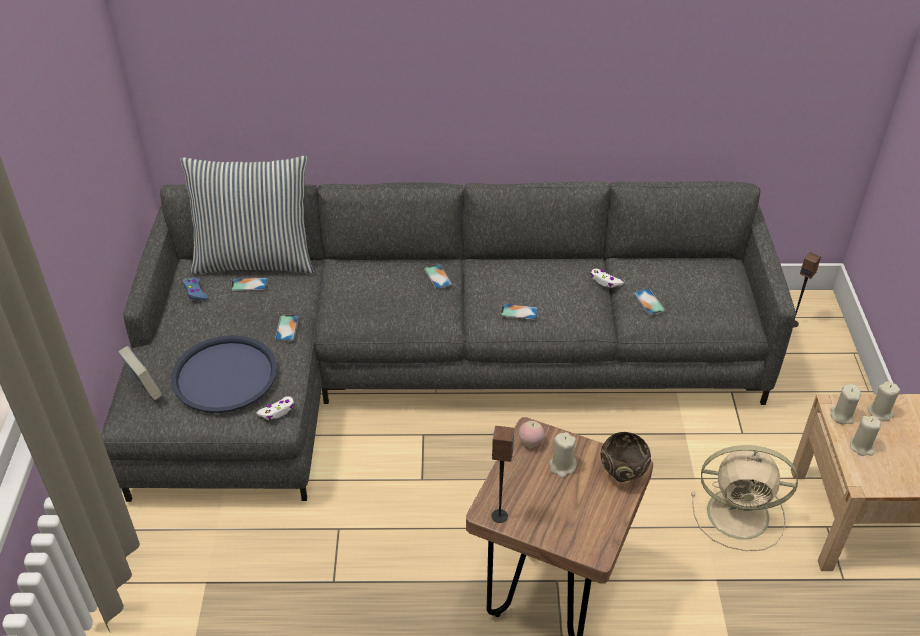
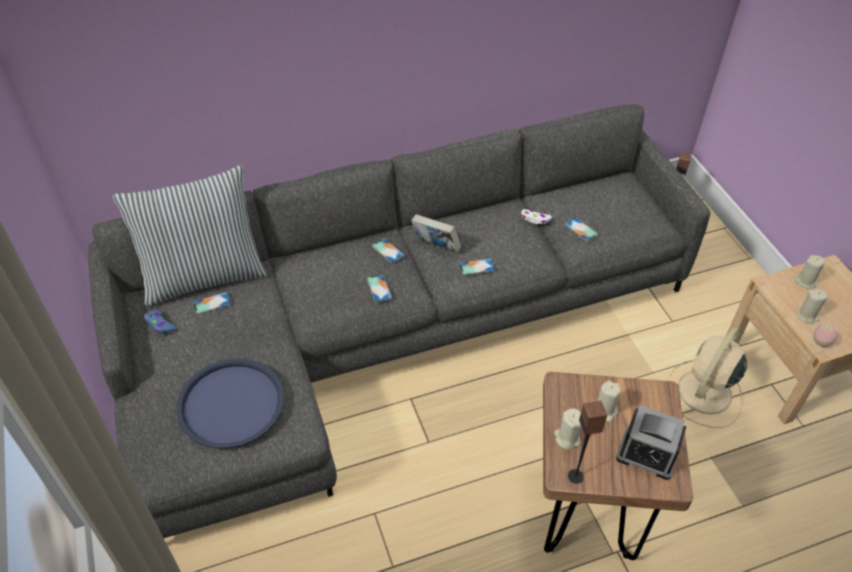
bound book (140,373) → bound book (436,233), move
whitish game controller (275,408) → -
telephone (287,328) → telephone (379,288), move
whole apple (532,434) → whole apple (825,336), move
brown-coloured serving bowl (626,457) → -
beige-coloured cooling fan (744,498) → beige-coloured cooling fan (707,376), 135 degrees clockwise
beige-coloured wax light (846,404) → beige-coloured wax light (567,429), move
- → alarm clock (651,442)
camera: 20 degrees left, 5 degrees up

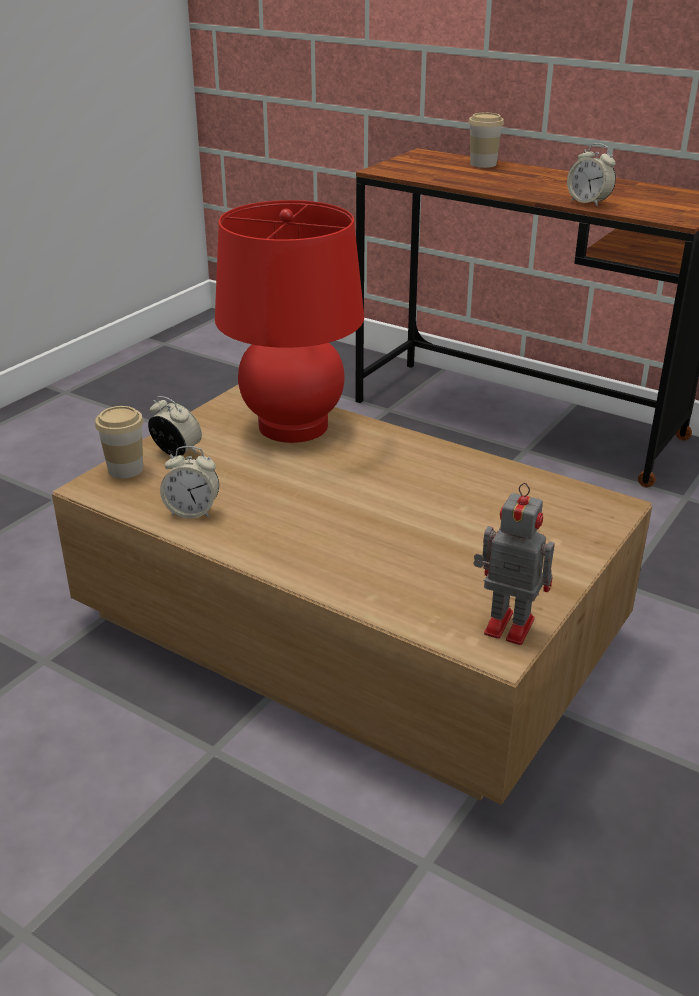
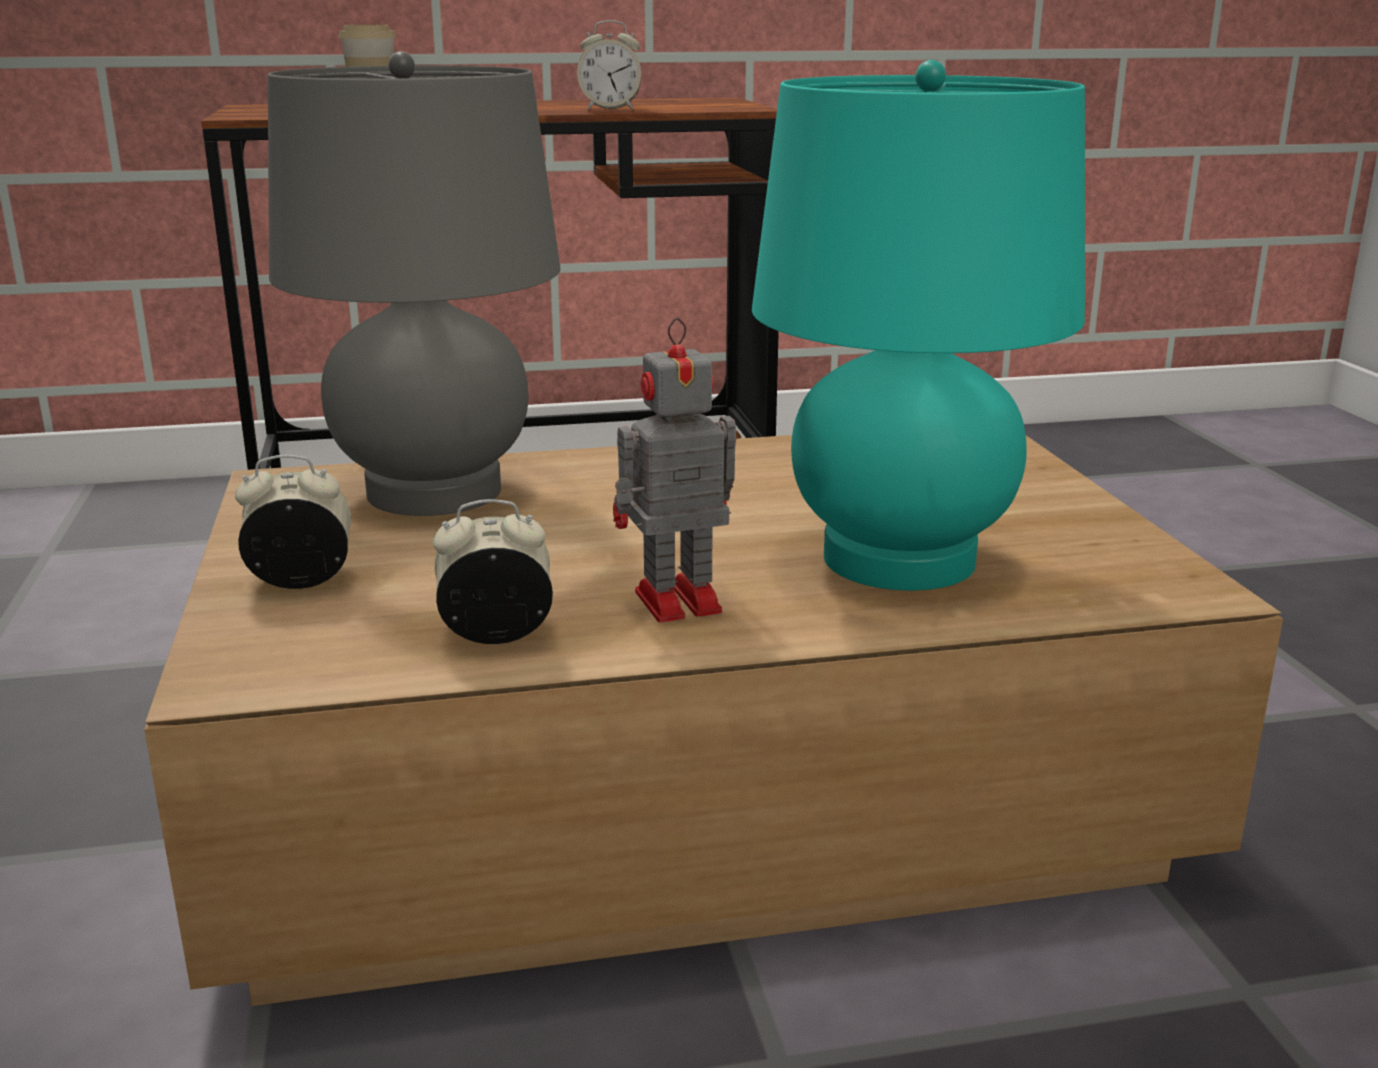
small cup (119,442) → -
alarm clock (189,482) → alarm clock (493,571), 150 degrees counterclockwise
red lamp for a table (289,321) → greyish lamp for a table (414,283)
robot figure (514,564) → robot figure (674,470), move
- → turquoise-coloured lamp for a table (918,325)
camera: 45 degrees left, 10 degrees down

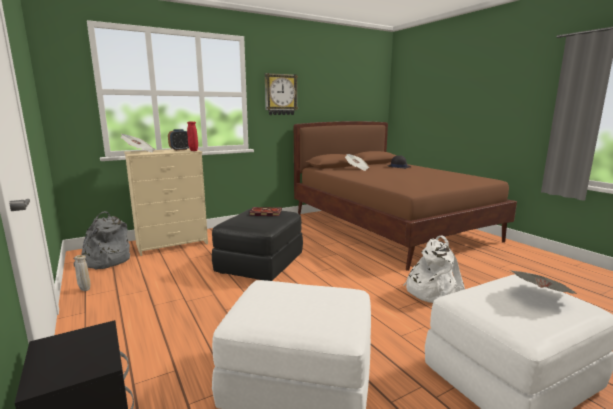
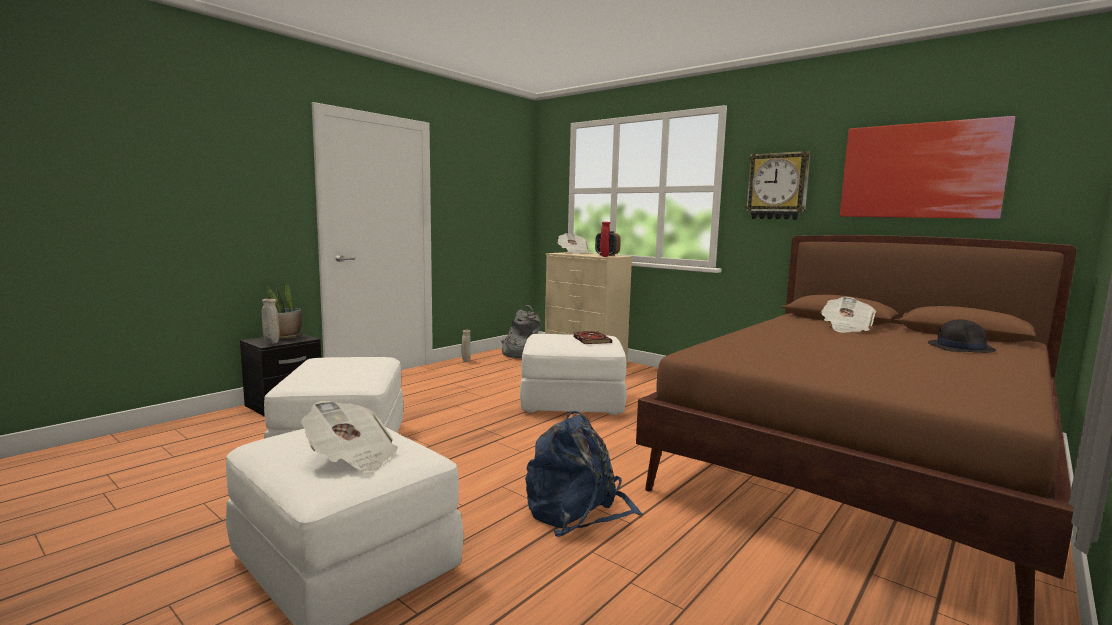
black-coloured footrest (257,244) → whitish footrest (573,374)
whitish knapsack (434,269) → blue-coloured knapsack (584,474)
- → beige-coloured decorative vase (271,321)
- → potted plant (284,310)
- → wall picture (927,167)
camera: 70 degrees right, 5 degrees down

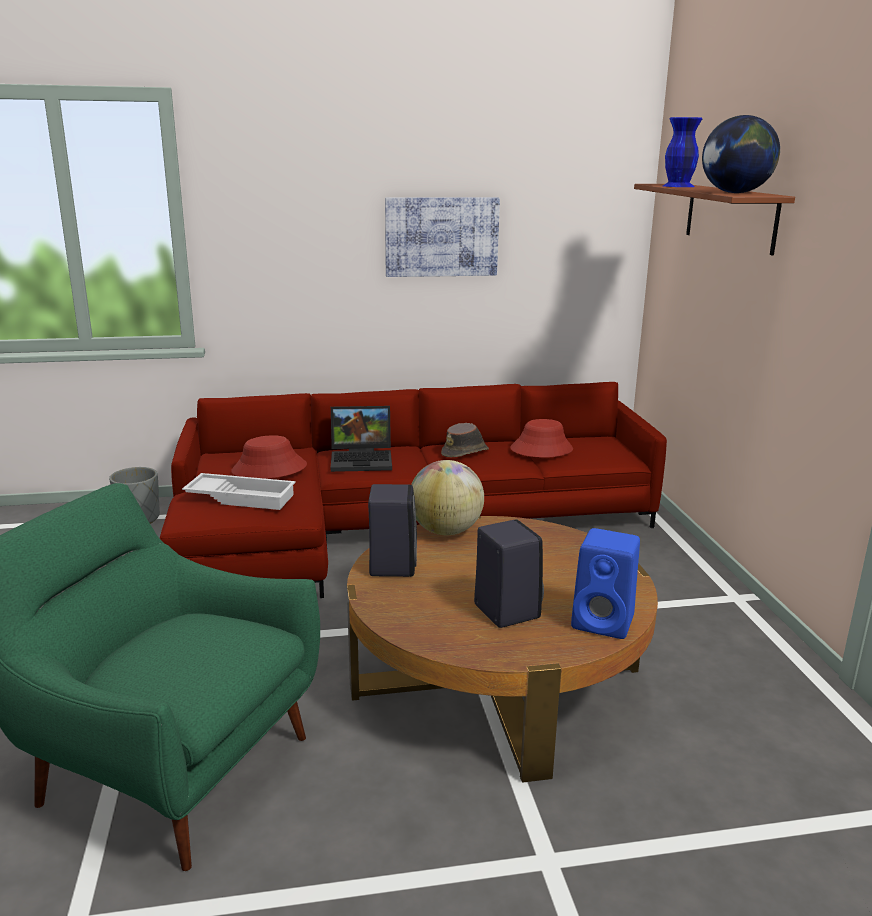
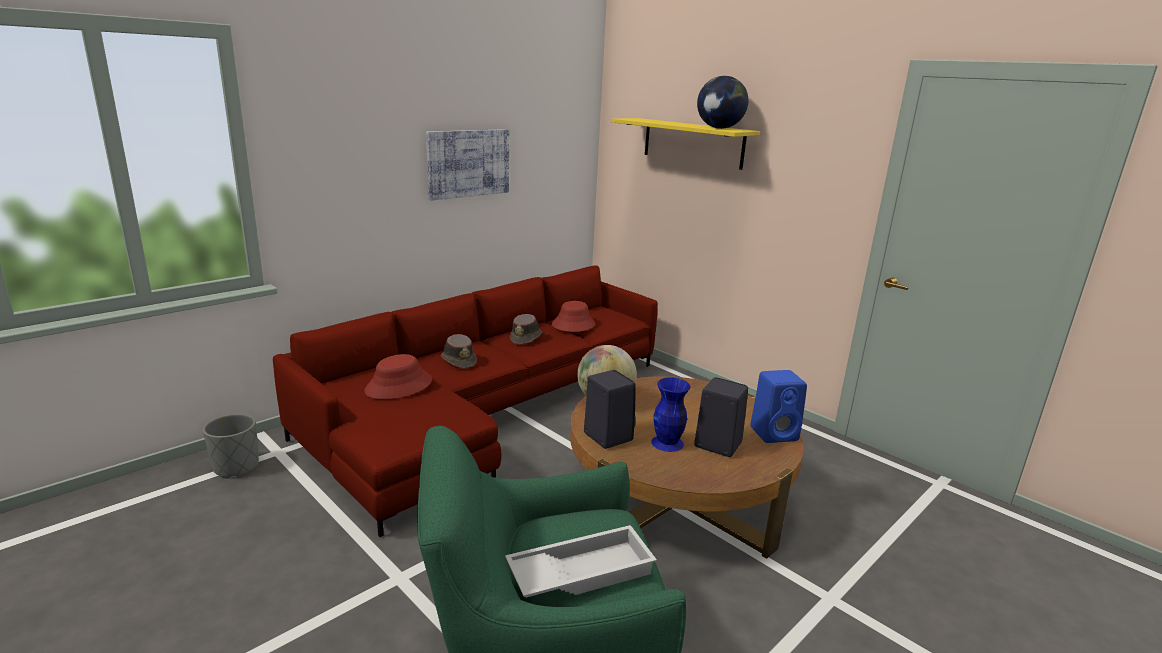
whitish tray (239,491) → whitish tray (581,561), move
laptop (361,439) → brown-coloured clothing hat (459,351)
brown-coloured bracket shelf (714,219) → yellow bracket shelf (686,144)
blue-coloured decorative vase (682,152) → blue-coloured decorative vase (670,414), move
camera: 35 degrees left, 0 degrees up

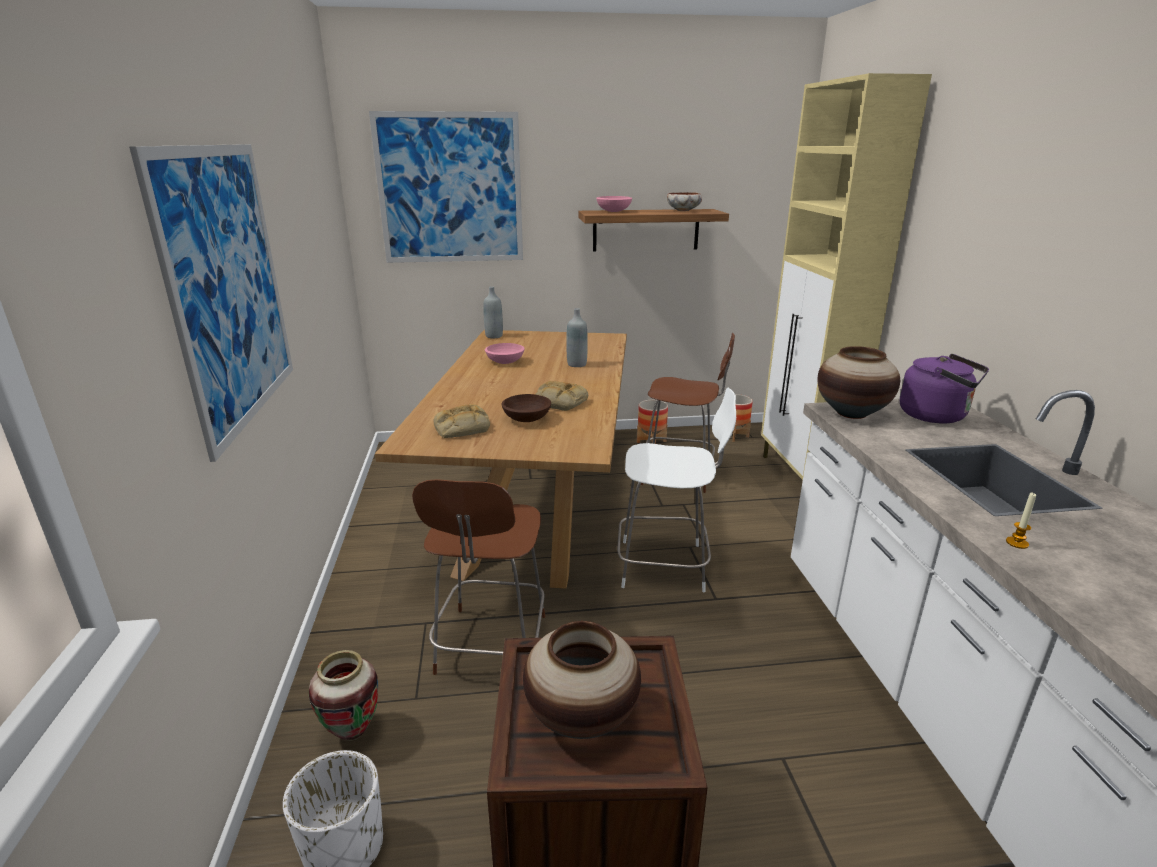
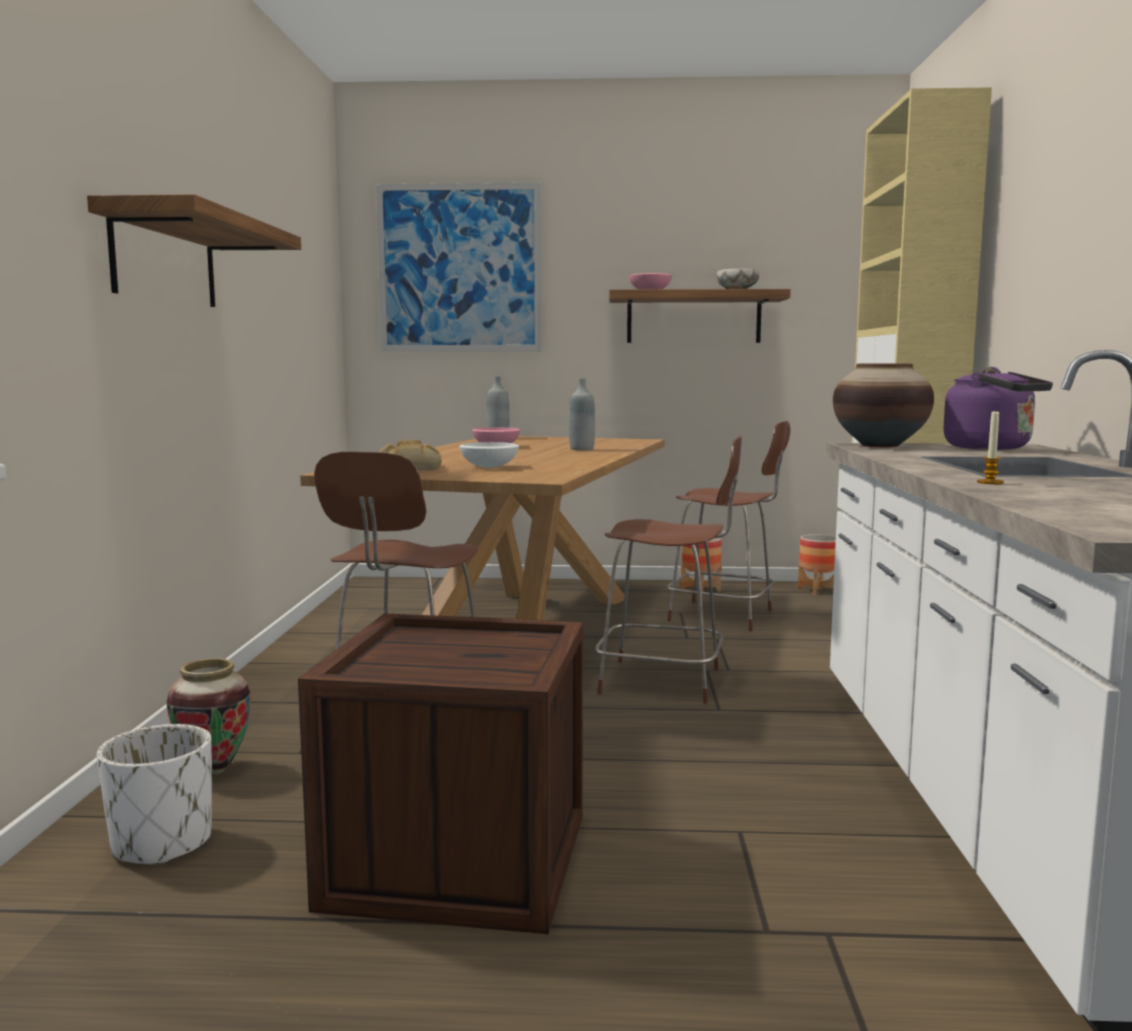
wall picture (211,303) → bracket shelf (194,250)
brown-coloured serving bowl (526,408) → whitish serving bowl (489,455)
decorative vase (582,680) → -
bread (561,396) → -
whitish chair (676,490) → brown-coloured chair (668,569)
camera: 10 degrees right, 15 degrees down

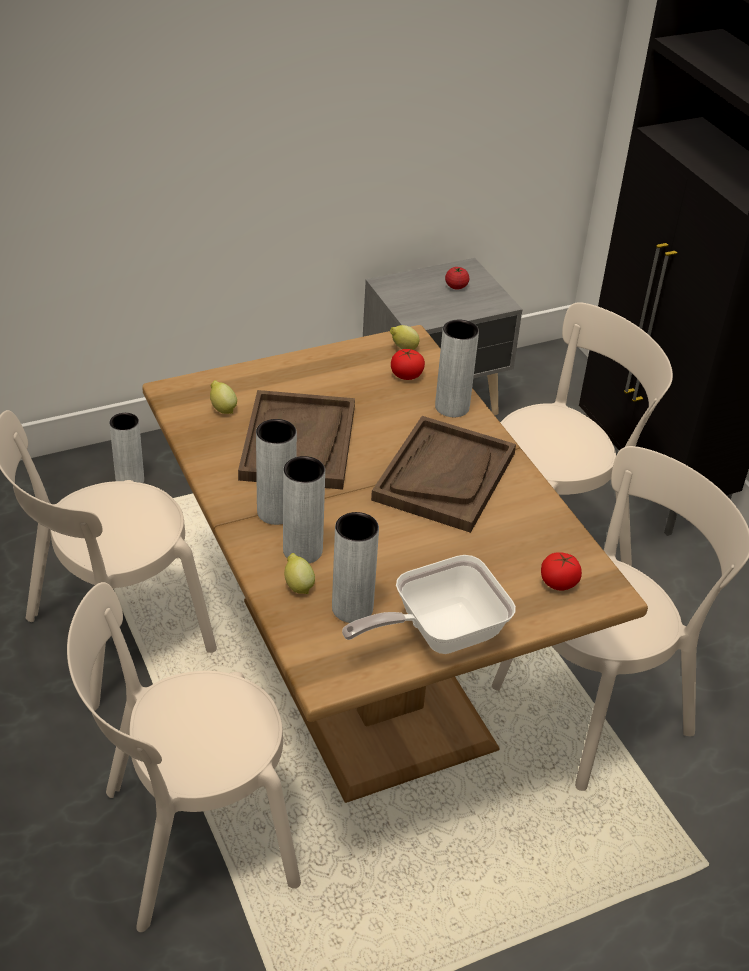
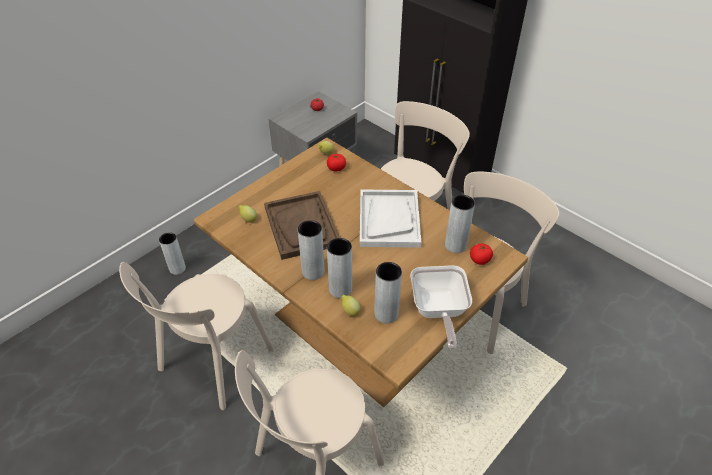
skillet (429,604) → skillet (441,307), 45 degrees counterclockwise
brown-coloured tray (443,474) → whitish tray (390,219)
greyish decorative vase (457,368) → greyish decorative vase (460,224), move
camera: 20 degrees left, 5 degrees up

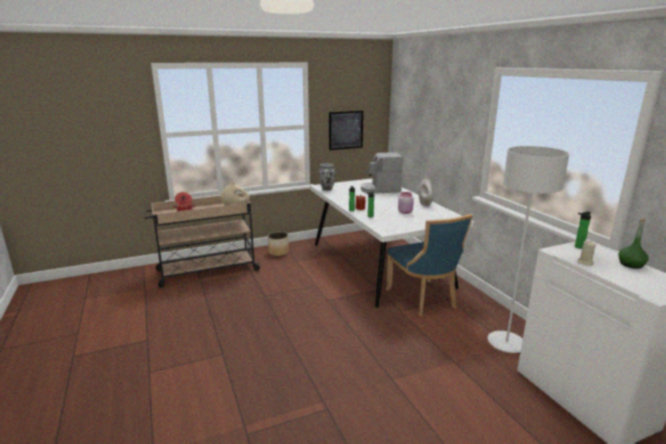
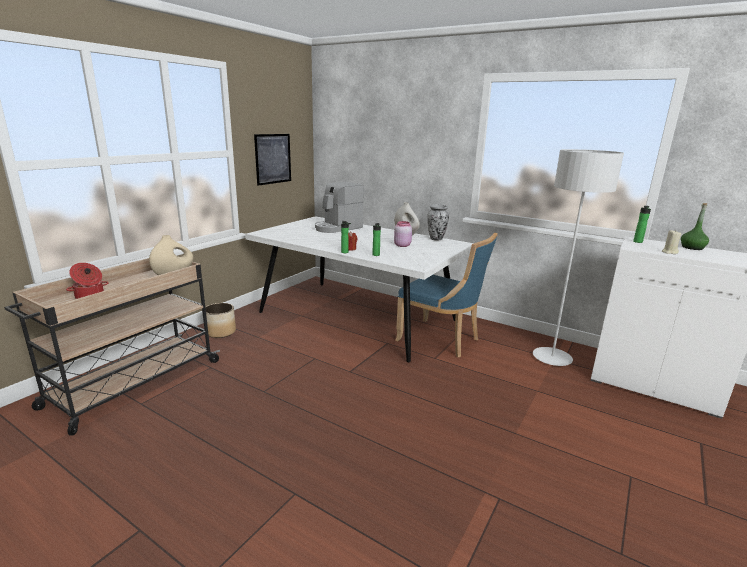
decorative vase (327,177) → decorative vase (438,222), move
camera: 35 degrees left, 0 degrees up

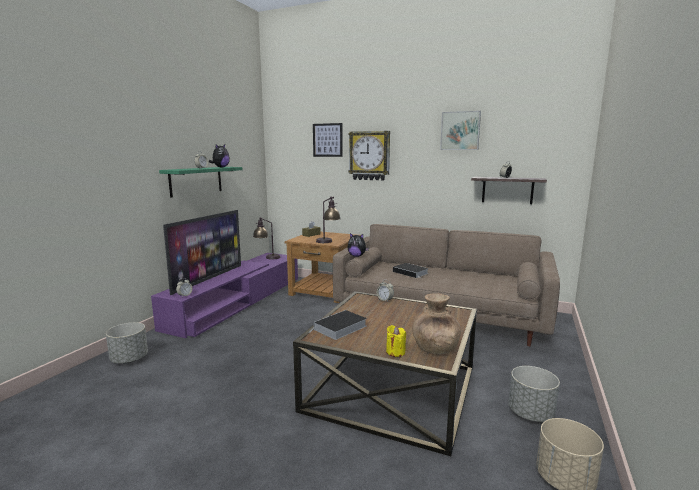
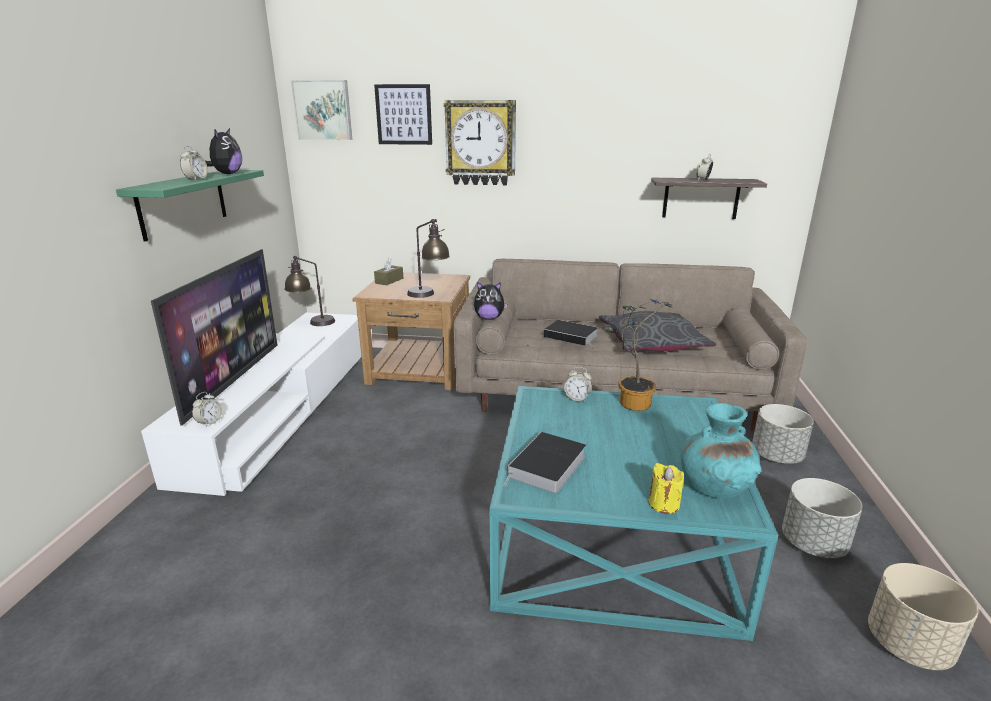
greyish flower pot (127,342) → greyish flower pot (783,434), move
purple media console (224,295) → whitish media console (251,404)
brown-coloured low table (385,373) → turquoise-coloured low table (633,513)
brown-coloured decorative vase (436,324) → turquoise-coloured decorative vase (721,450)
wall picture (460,130) → wall picture (321,110), move
- → greyish pillow (657,331)
- → potted plant (637,355)
camera: 15 degrees left, 10 degrees up

